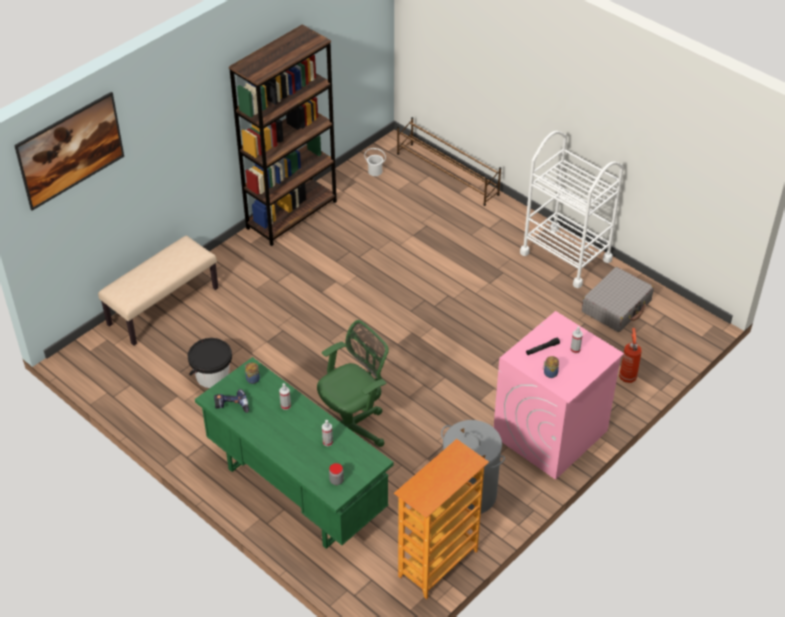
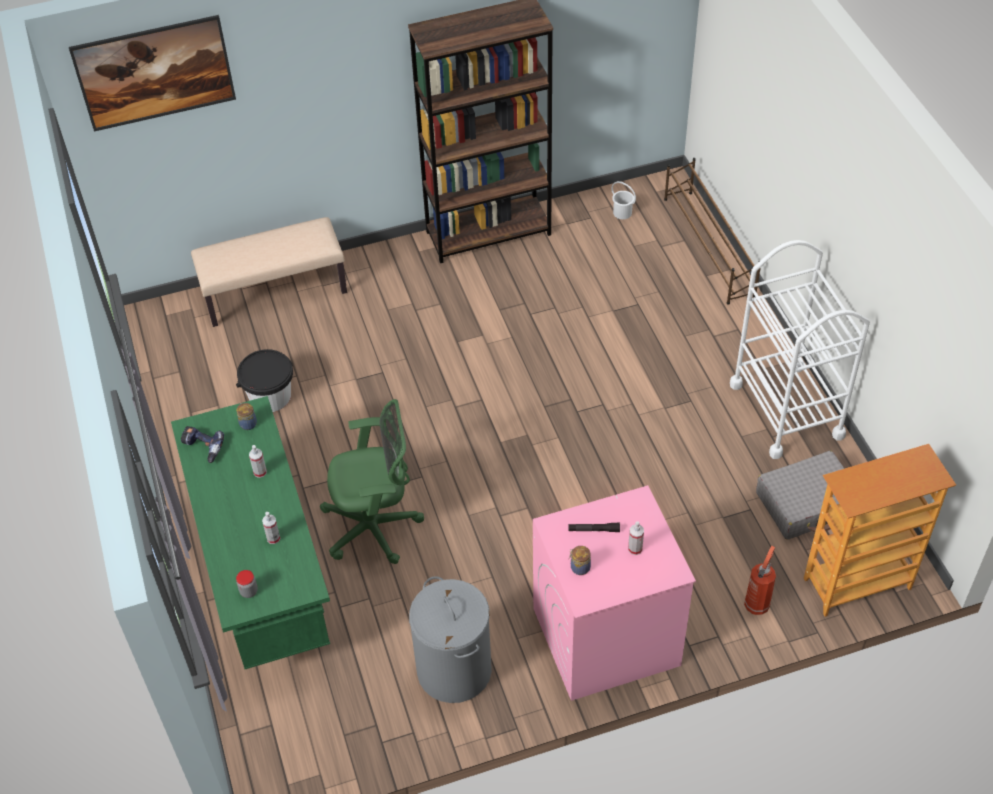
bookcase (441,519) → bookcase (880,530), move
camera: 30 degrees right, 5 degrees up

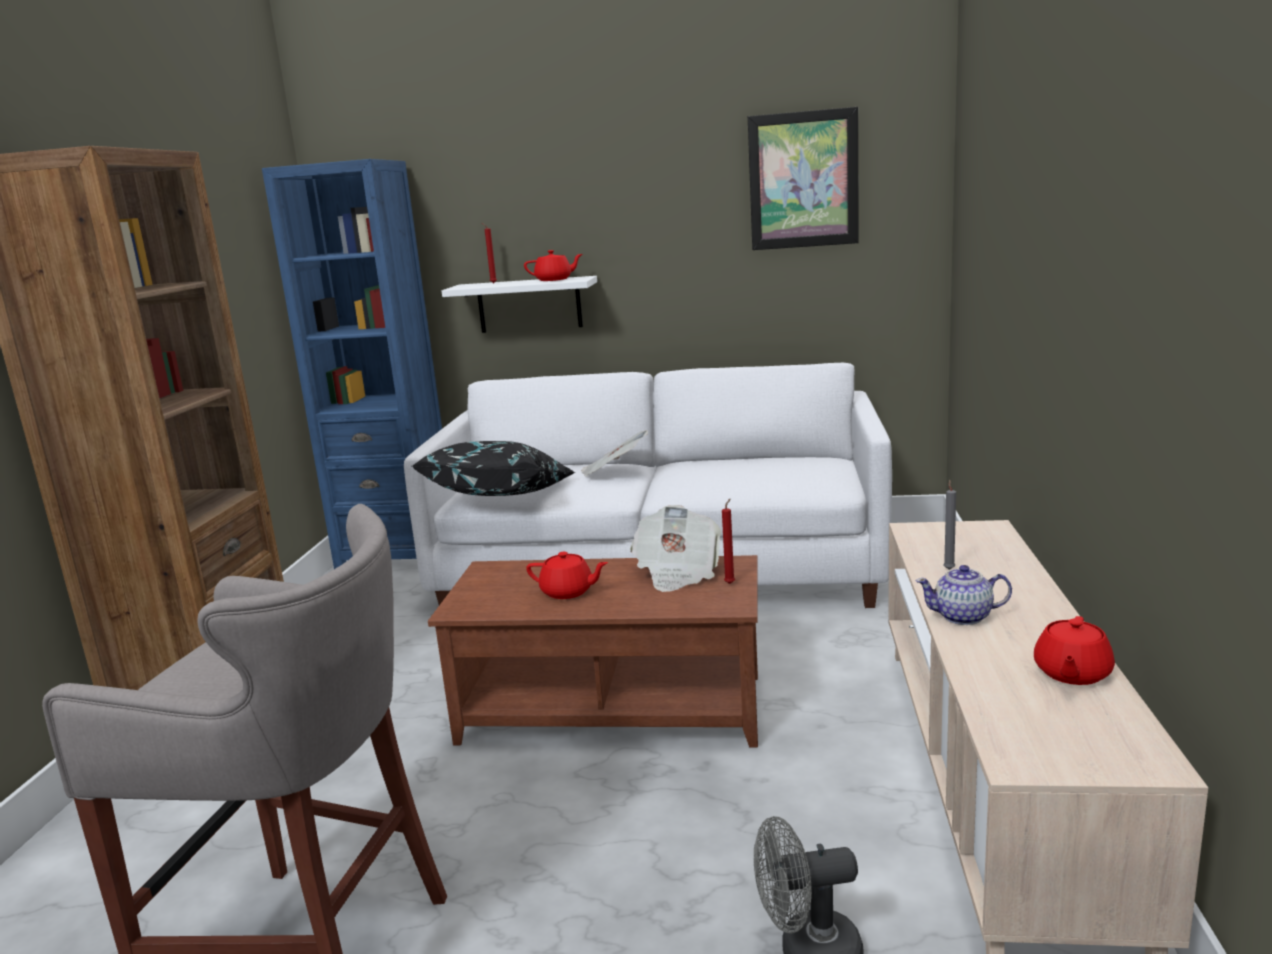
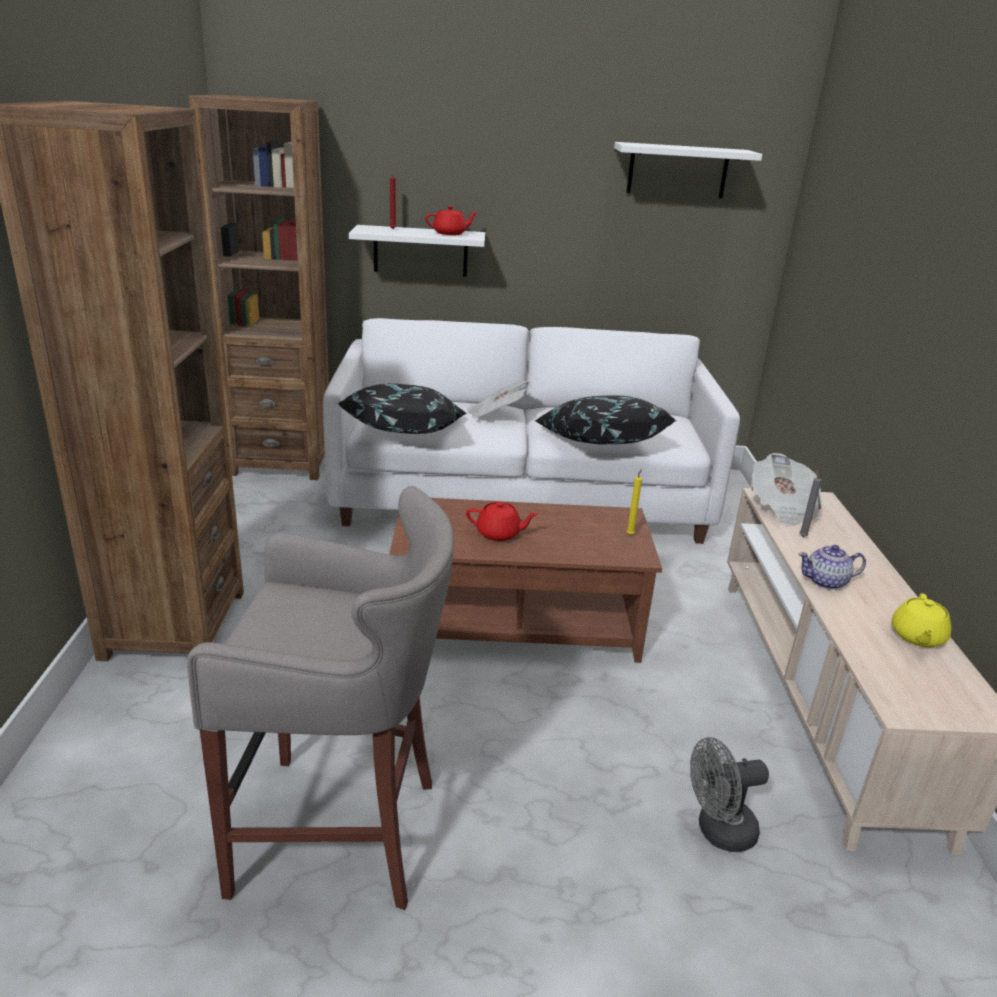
blue-coloured bookcase (352,364) → brown-coloured bookcase (259,287)
printed paper (675,548) → printed paper (786,490), move
red wax light (728,541) → yellow wax light (634,502)
wall picture (803,178) → whitish bracket shelf (688,170)
red pot for tea (1074,650) → yellow pot for tea (921,620)
- → black-coloured pillow (606,420)
camera: 10 degrees left, 10 degrees up

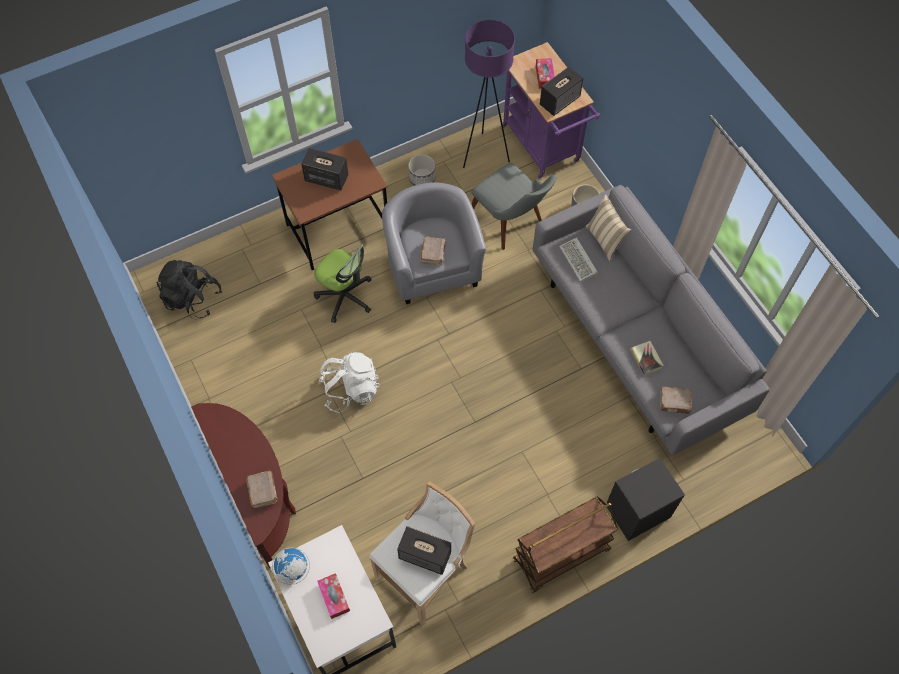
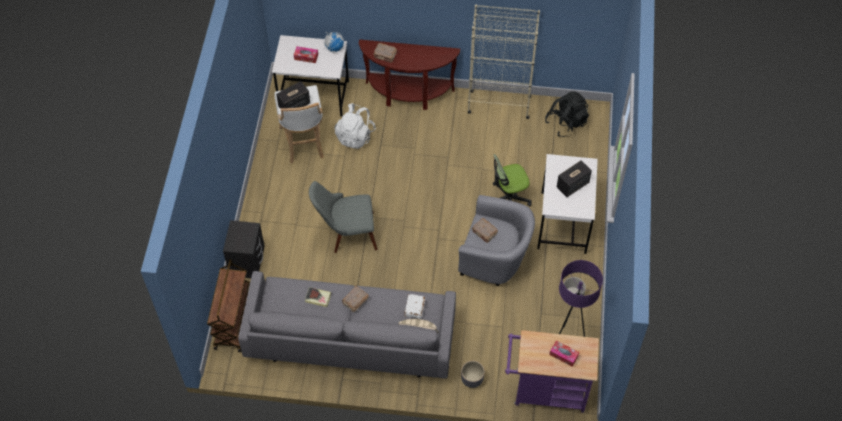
brown-coloured desk unit (329,204) → whitish desk unit (567,204)
whitish knapsack (349,382) → whitish knapsack (355,126), move
greyish chair (514,206) → greyish chair (343,217), move
brown-coloured cart (566,544) → brown-coloured cart (228,305), move
loudspeaker (561,91) → -
PC keyboard (578,259) → whitish bound book (414,306)
brown-coloured bound book (676,400) → brown-coloured bound book (355,299), move
- → beige-coloured bookcase (504,62)
camera: 125 degrees right, 5 degrees down

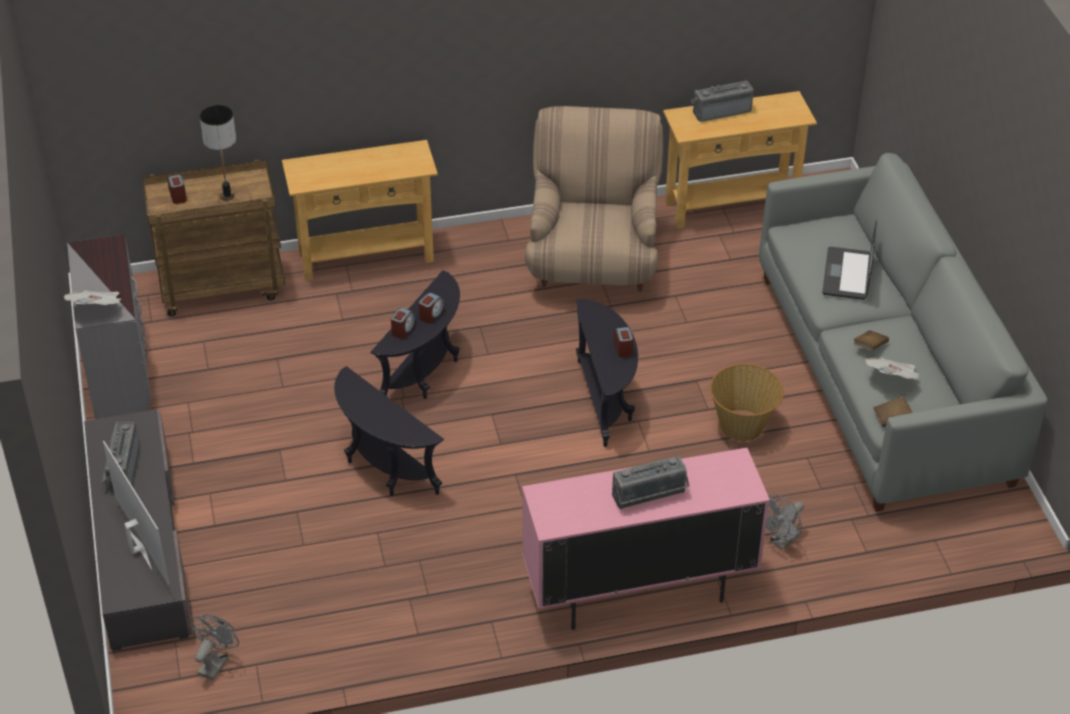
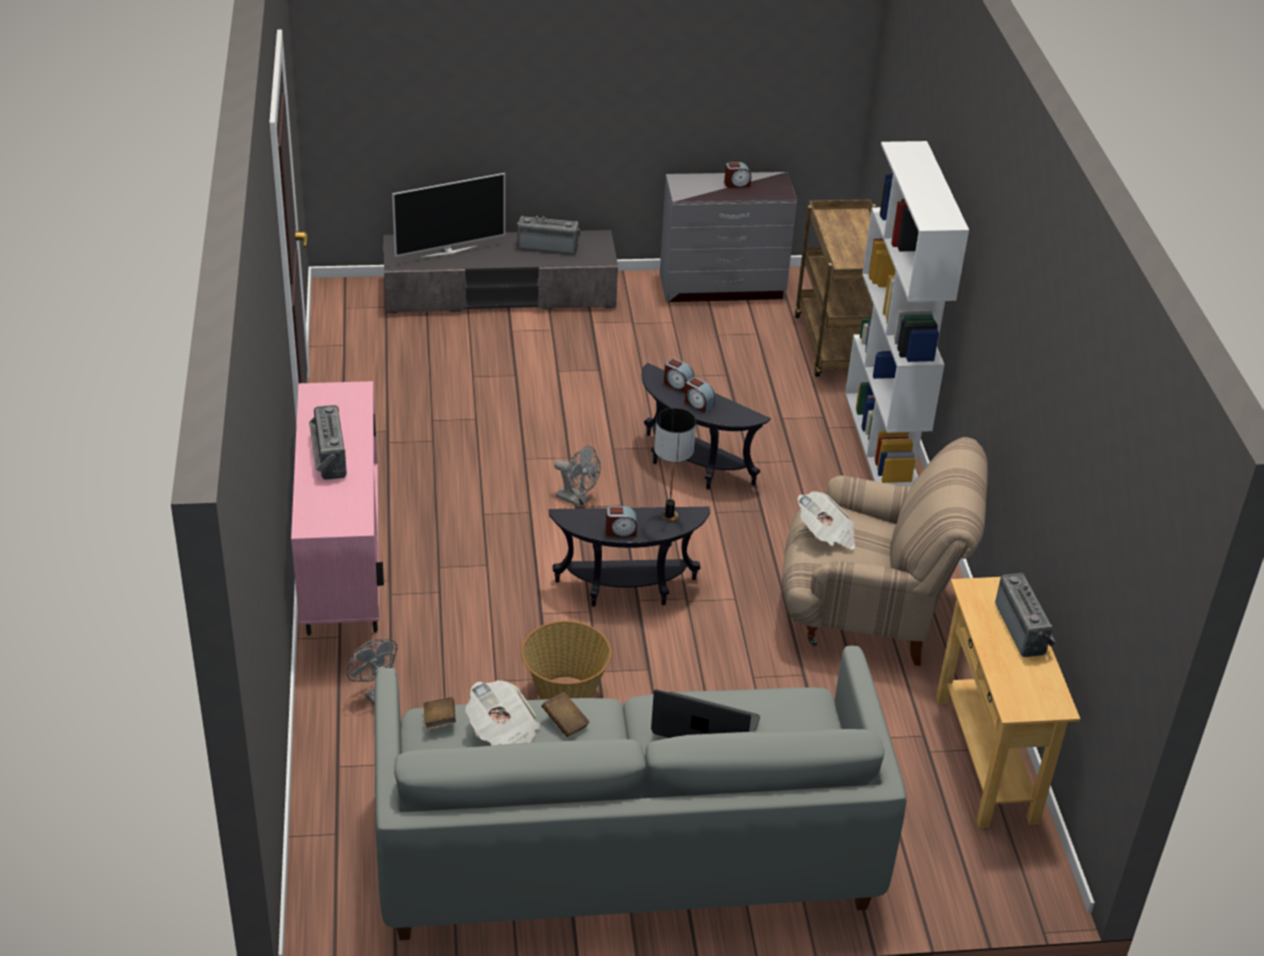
printed paper (92,297) → printed paper (826,520), move
alarm clock (177,189) → alarm clock (737,175), move
greyish cooling fan (215,647) → greyish cooling fan (577,477), move
lamp for a table (218,153) → lamp for a table (675,465), move
beige-coloured narrow table (360,210) → whitish bookcase (907,314)
black-coloured end table (389,431) → -
camera: 95 degrees right, 5 degrees down

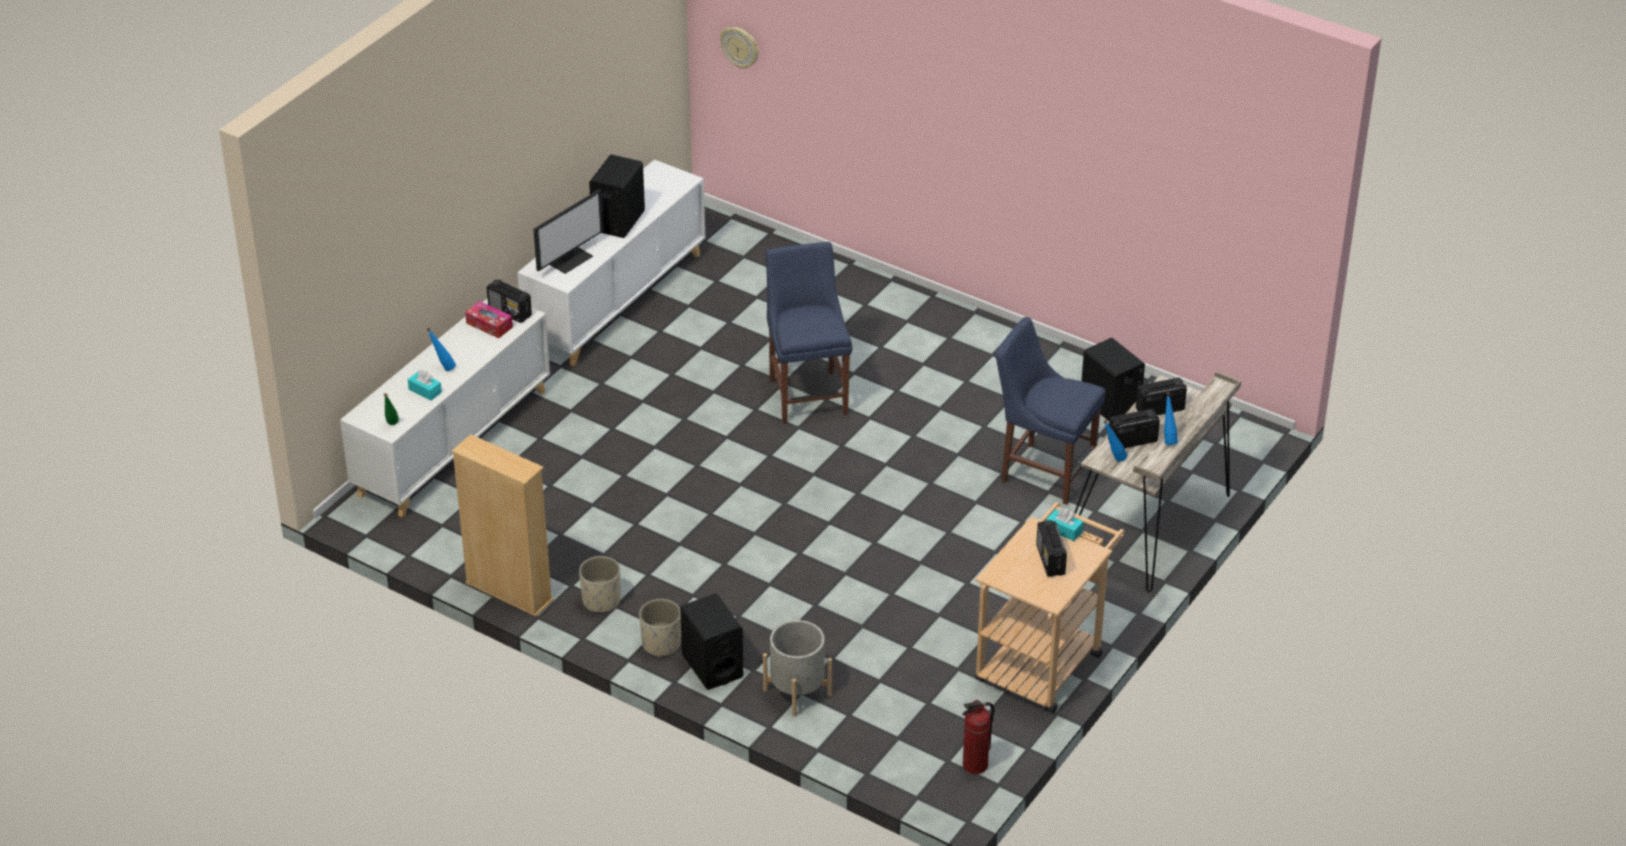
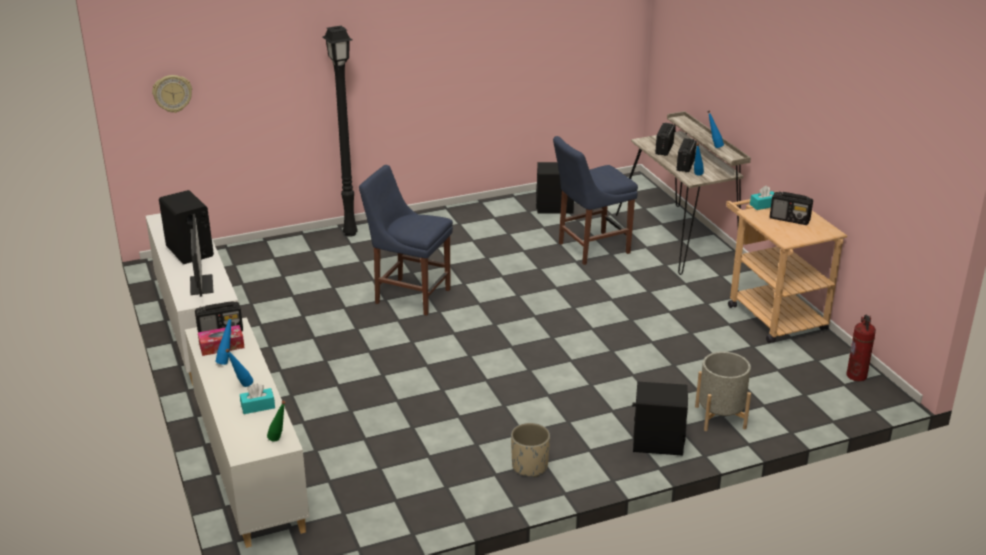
beige-coloured bookcase (503,525) → -
beige-coloured flower pot (660,628) → -
- → blue-coloured beverage bottle (223,340)
- → black-coloured standard lamp (340,131)
camera: 55 degrees left, 10 degrees down

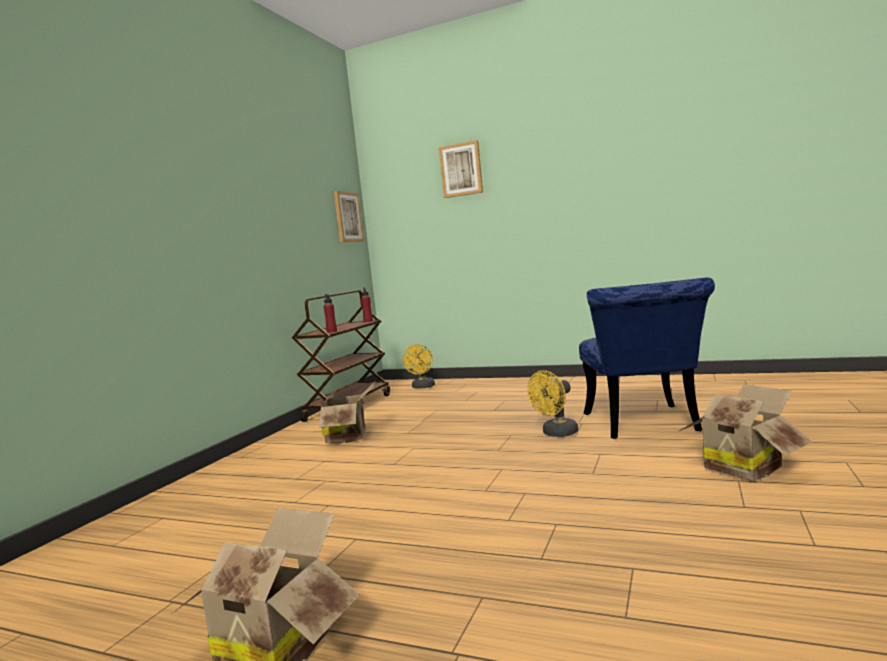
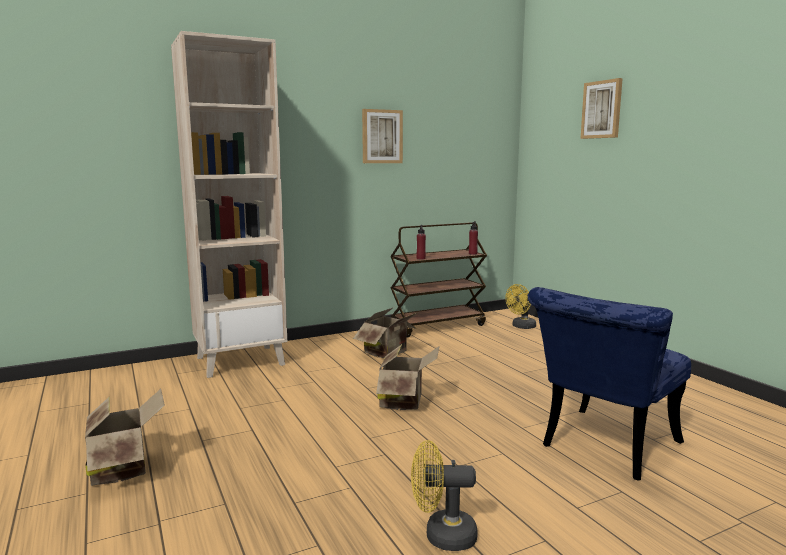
wall picture (349,216) → wall picture (382,136), move
yellow cooling fan (552,403) → yellow cooling fan (444,495), move
carton (744,432) → carton (408,377), move
- → beige-coloured bookcase (229,204)
camera: 40 degrees right, 5 degrees up

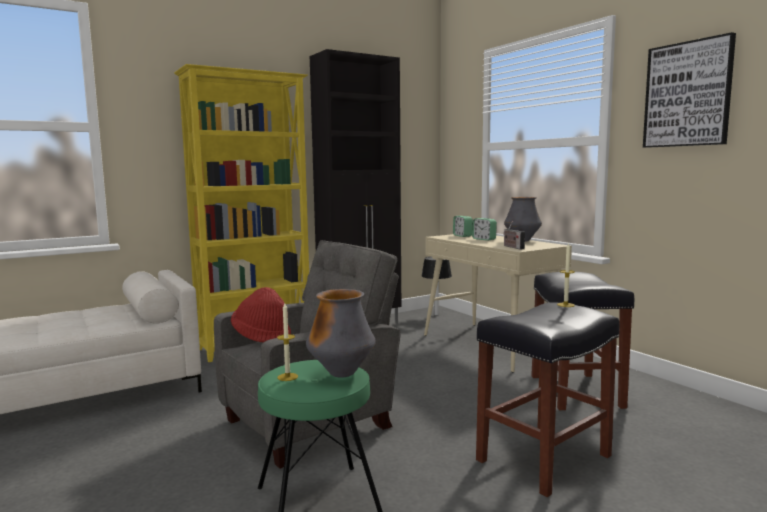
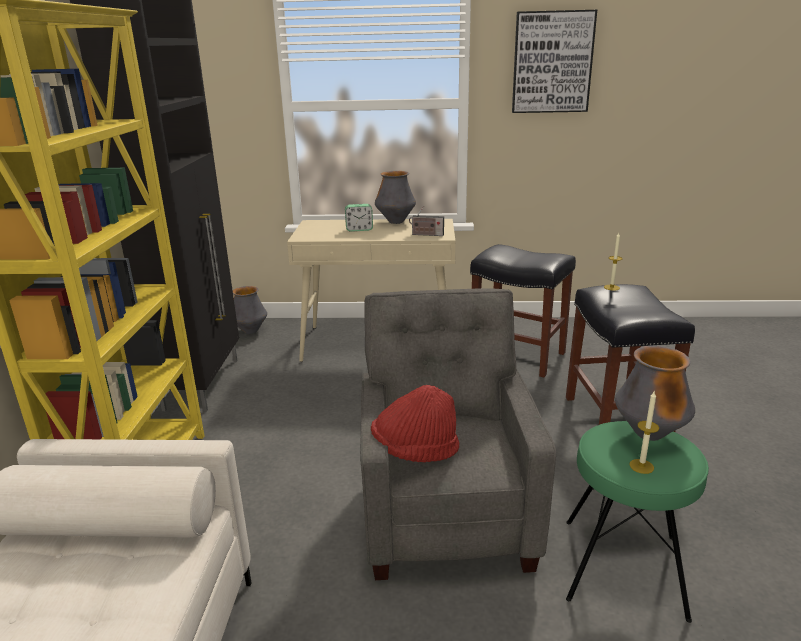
lamp for a table (436,286) → decorative vase (250,310)
alarm clock (463,226) → -
camera: 55 degrees left, 15 degrees up

